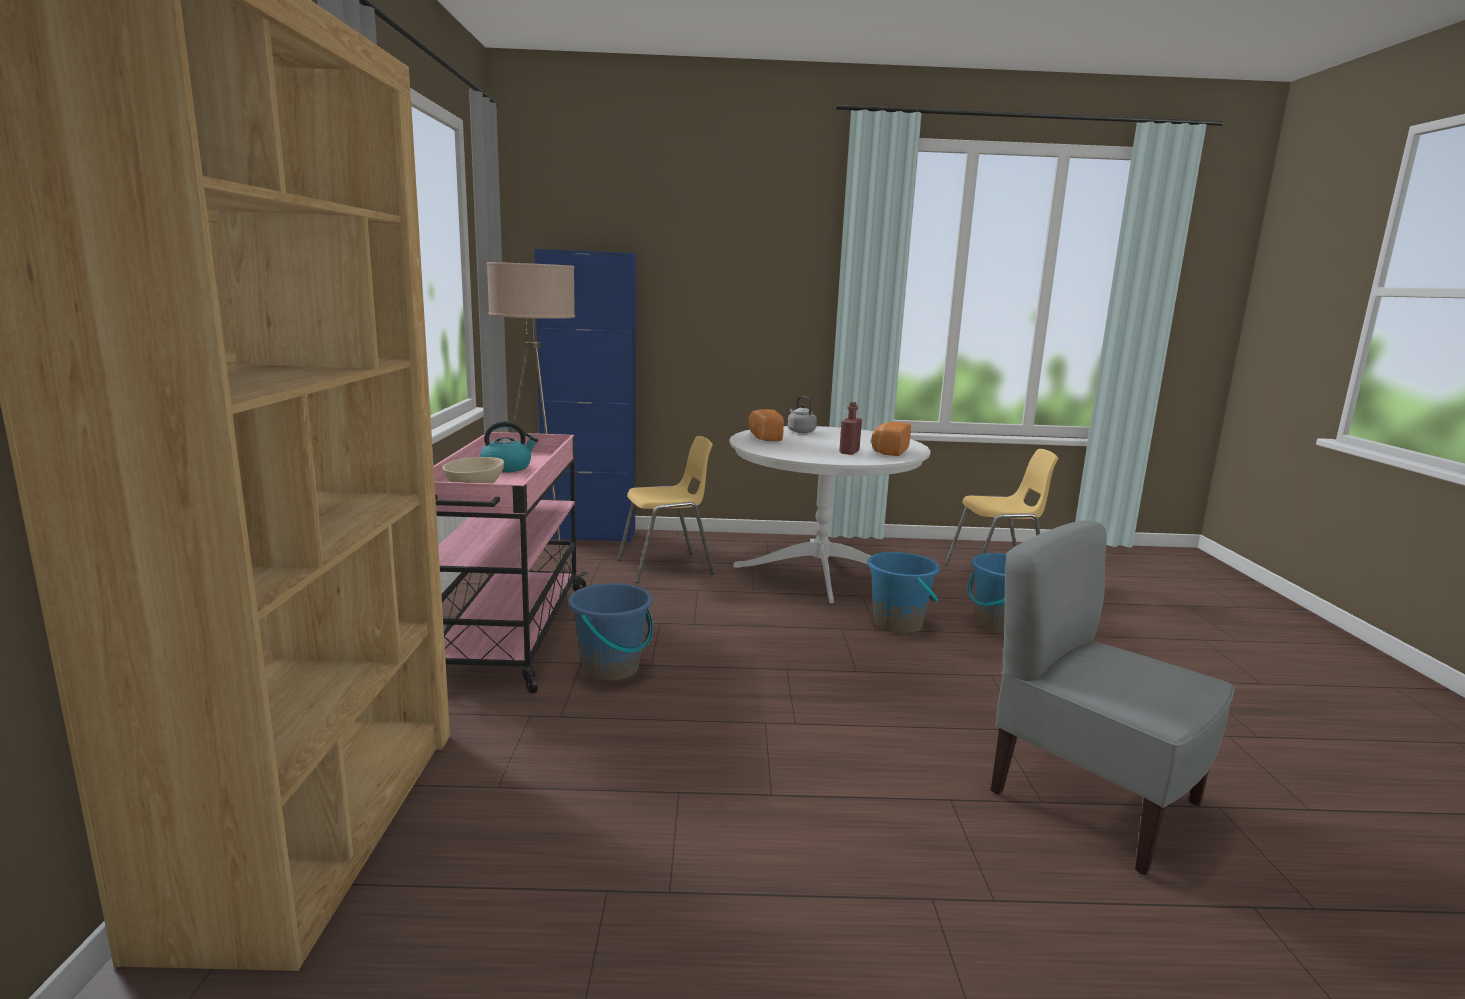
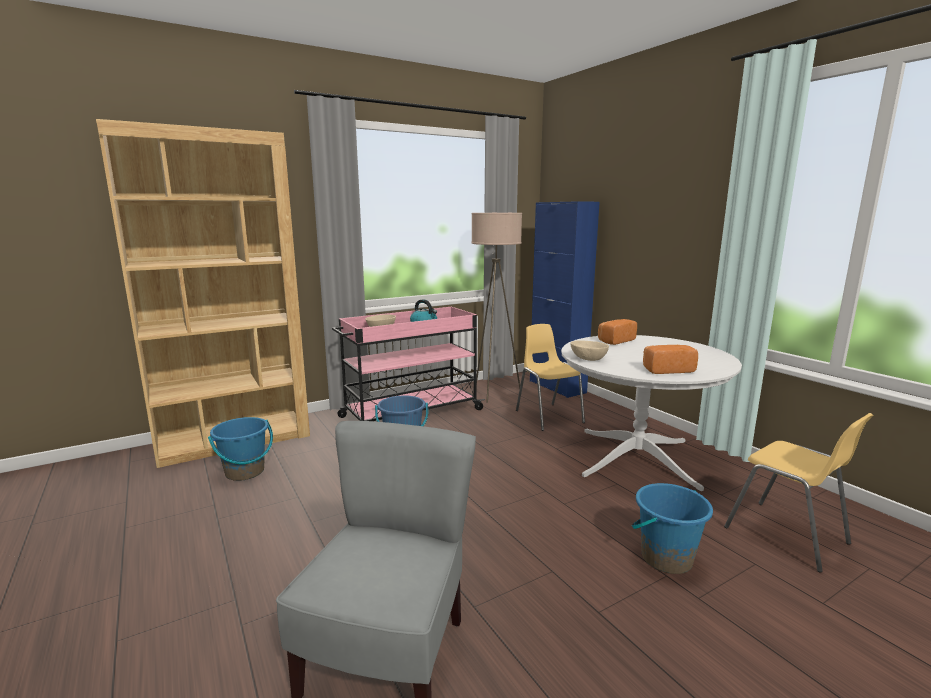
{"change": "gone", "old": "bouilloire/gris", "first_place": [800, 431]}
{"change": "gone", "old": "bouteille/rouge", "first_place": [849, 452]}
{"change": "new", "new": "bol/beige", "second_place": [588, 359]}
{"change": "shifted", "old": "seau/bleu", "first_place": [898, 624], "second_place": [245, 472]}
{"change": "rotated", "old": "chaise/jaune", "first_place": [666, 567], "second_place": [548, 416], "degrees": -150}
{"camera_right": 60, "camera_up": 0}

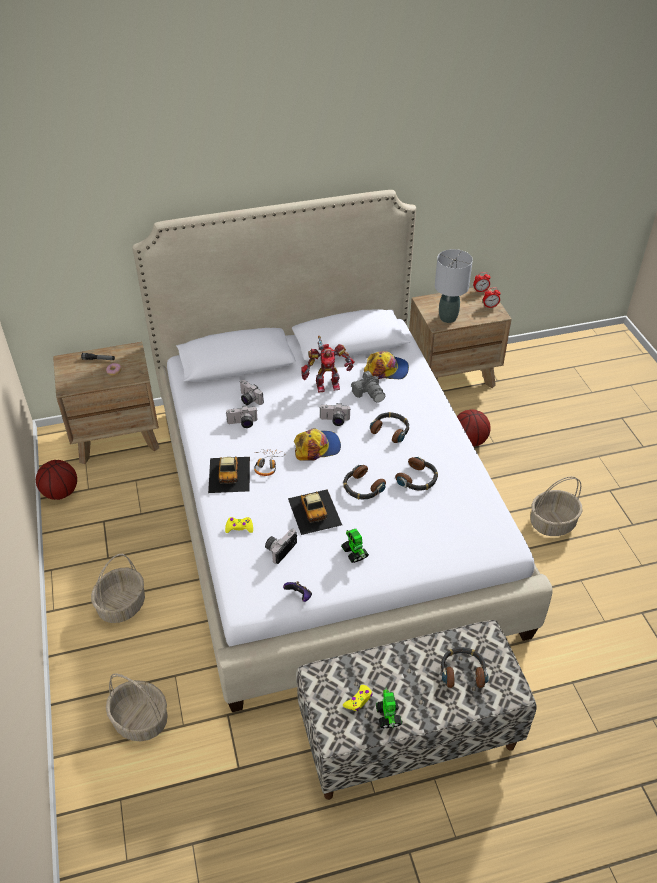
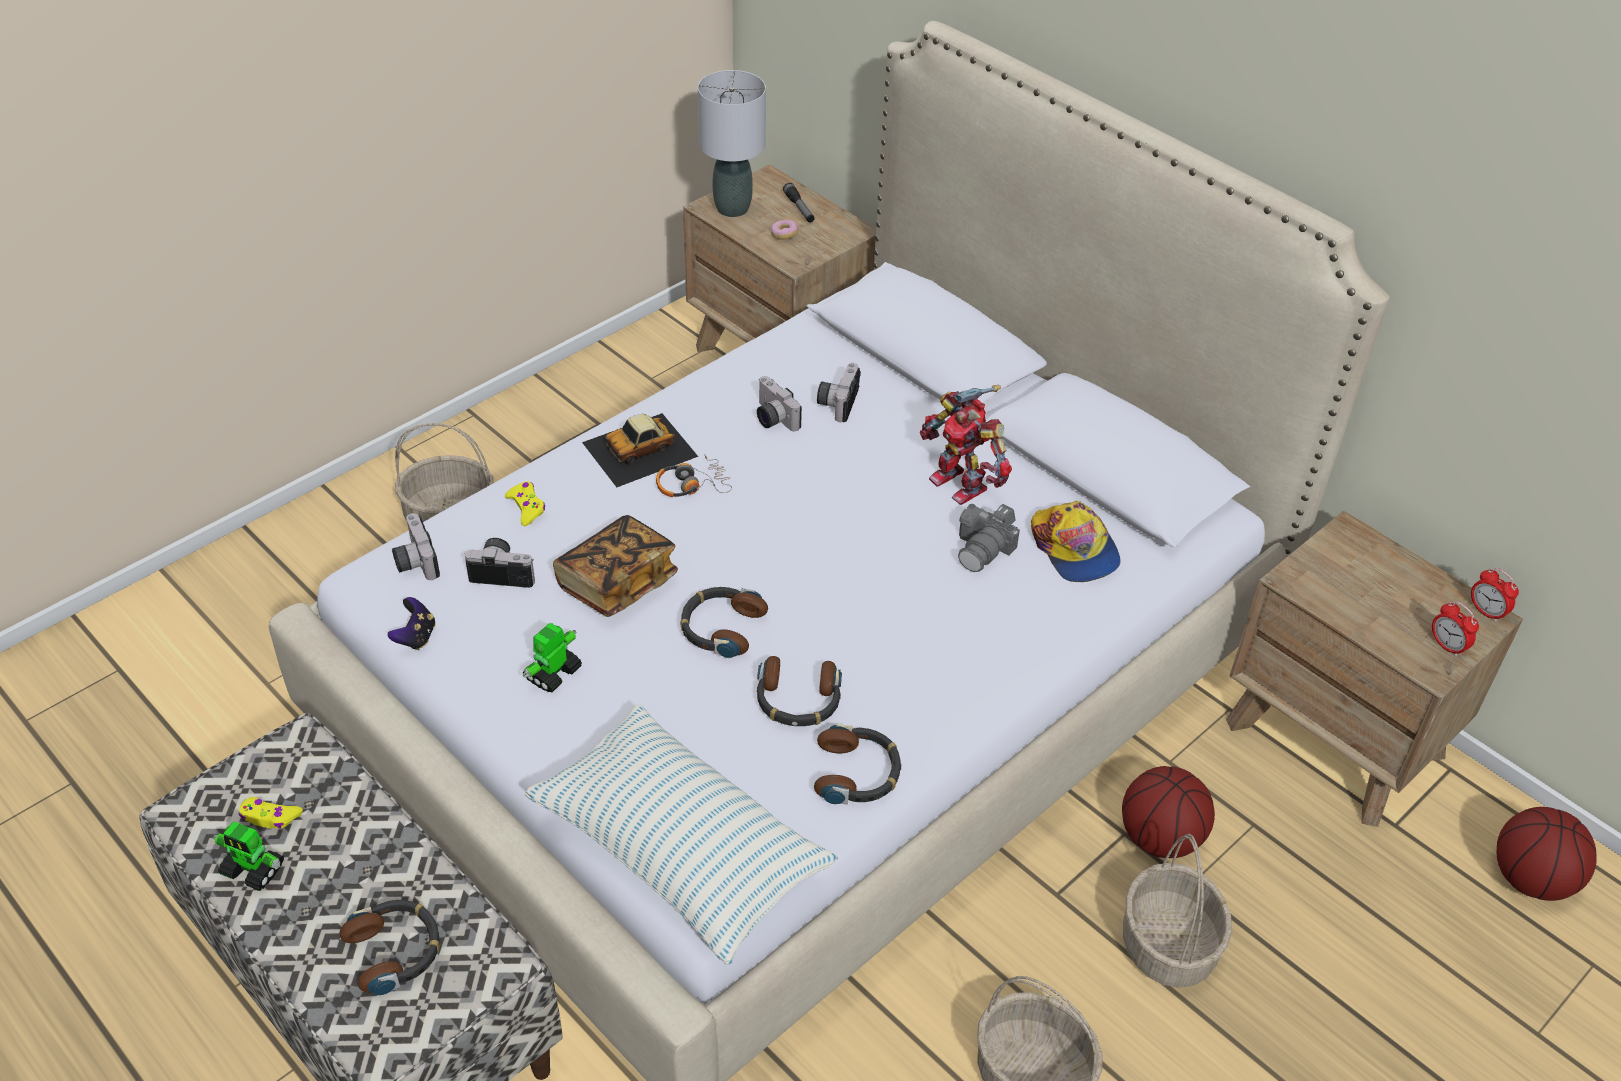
{"change": "gone", "old": "casquette", "first_place": [317, 447]}
{"change": "new", "new": "coussin", "second_place": [680, 851]}
{"change": "shifted", "old": "ballon de basket", "first_place": [61, 492], "second_place": [1531, 880]}
{"change": "shifted", "old": "panier", "first_place": [140, 720], "second_place": [1167, 944]}
{"change": "shifted", "old": "appareil photo", "first_place": [334, 421], "second_place": [414, 560]}
{"change": "shifted", "old": "casque audio", "first_place": [390, 430], "second_place": [857, 773]}
{"change": "shifted", "old": "lampe de table/gris", "first_place": [447, 318], "second_place": [733, 208]}
{"change": "swapped", "old": "petite voiture", "new": "livre", "first_place": [314, 511], "second_place": [617, 583]}
{"change": "rotated", "old": "robot jouet", "first_place": [388, 715], "second_place": [253, 870], "degrees": 60}
{"camera_right": 60, "camera_up": 0}

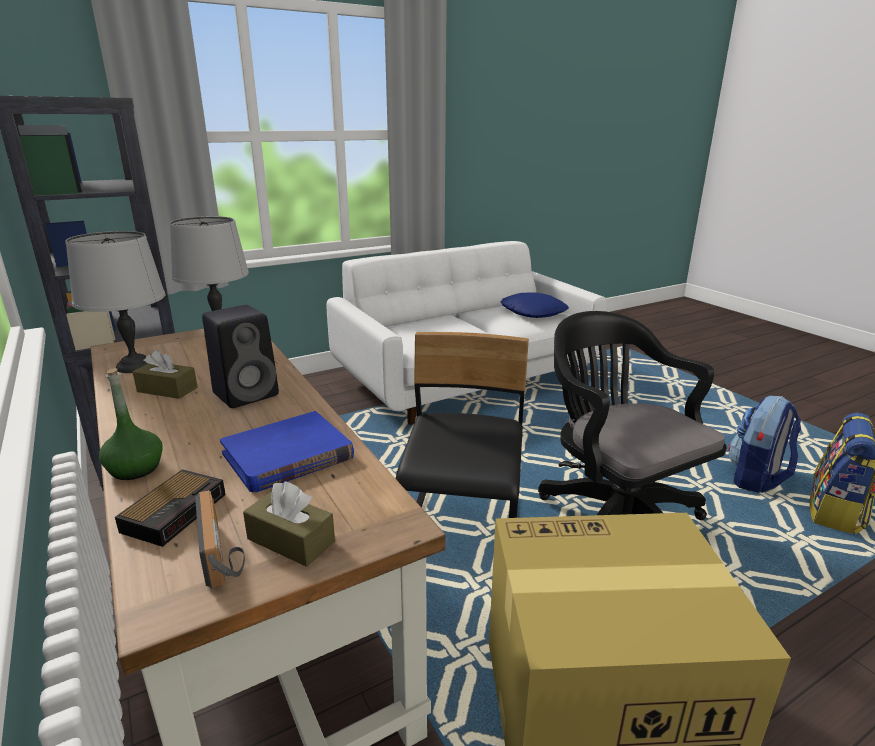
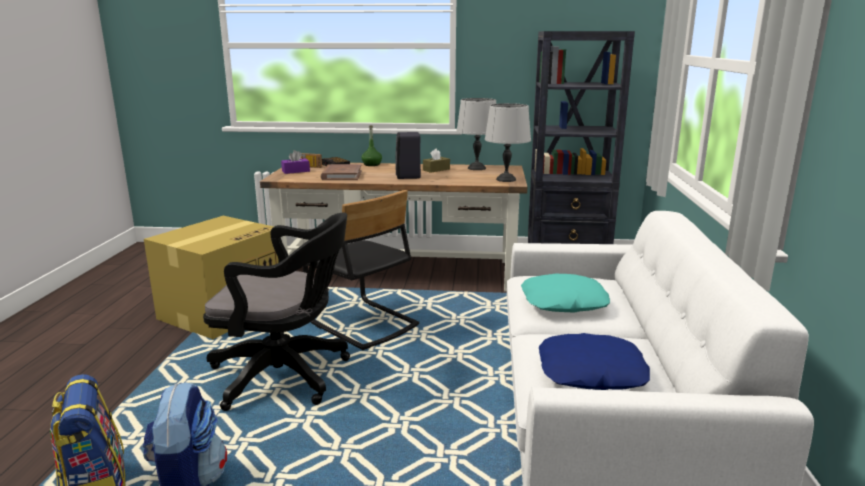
{"change": "new", "new": "coussin/turquoise", "second_place": [564, 302]}
{"change": "repainted", "old": "livre/bleu", "new": "livre/marron", "first_place": [288, 456], "second_place": [341, 175]}
{"change": "repainted", "old": "boîte à mouchoirs/marron", "new": "boîte à mouchoirs/violet", "first_place": [291, 540], "second_place": [296, 171]}
{"camera_right": 125, "camera_up": -5}

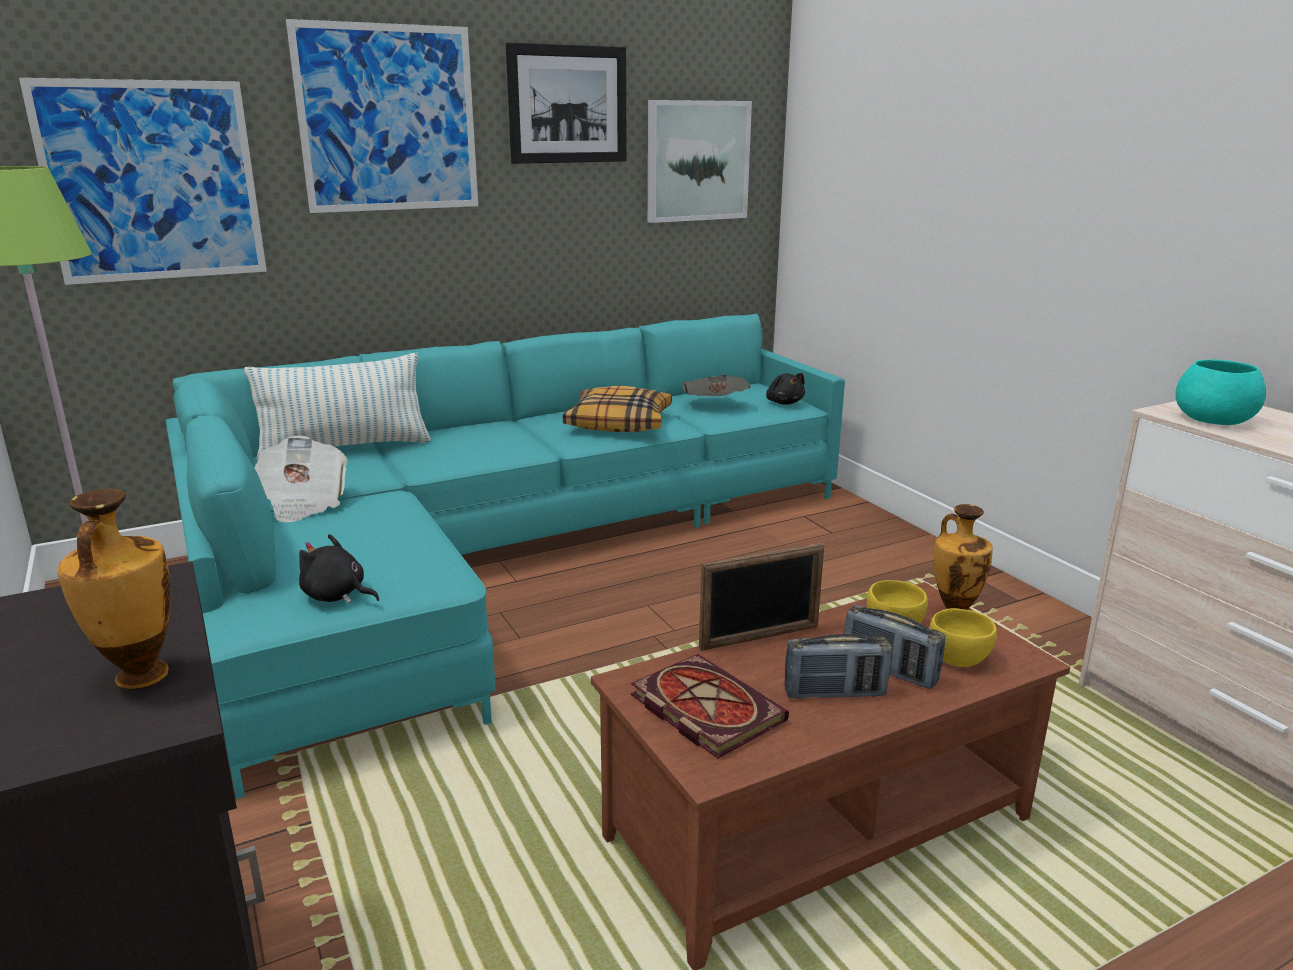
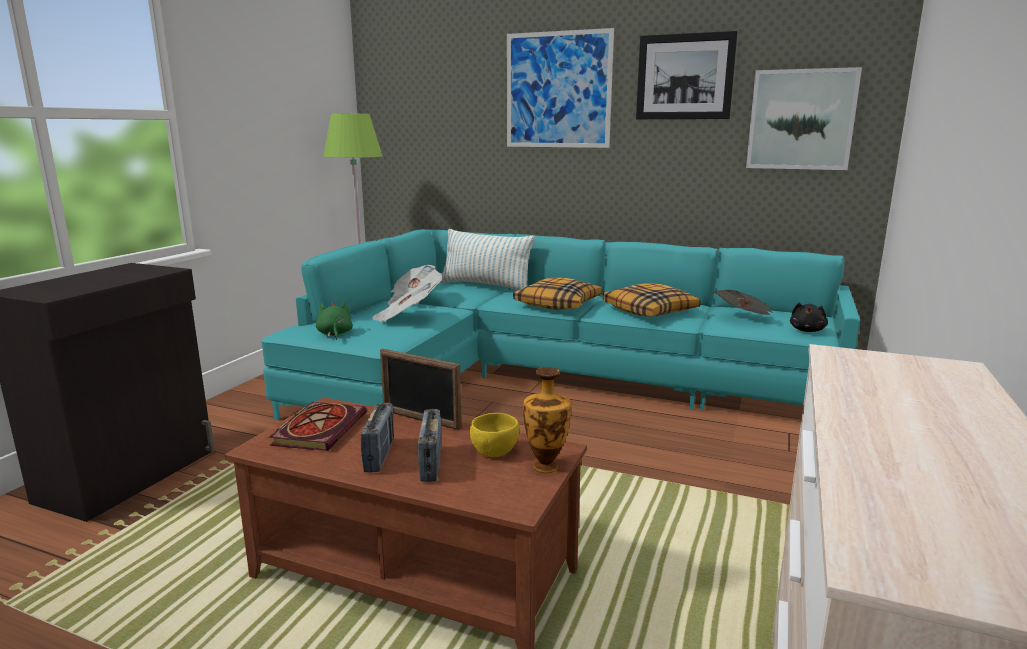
{"change": "gone", "old": "tableau", "first_place": [152, 182]}
{"change": "gone", "old": "vase", "first_place": [139, 677]}
{"change": "gone", "old": "bol/jaune", "first_place": [957, 658]}
{"change": "gone", "old": "bol/turquoise", "first_place": [1215, 420]}
{"change": "new", "new": "journal", "second_place": [402, 318]}
{"change": "new", "new": "coussin", "second_place": [558, 304]}
{"change": "repainted", "old": "peluche/noir", "new": "peluche/vert", "first_place": [337, 596], "second_place": [334, 334]}
{"change": "rotated", "old": "radio", "first_place": [834, 693], "second_place": [379, 456], "degrees": -135}
{"camera_right": 50, "camera_up": -5}

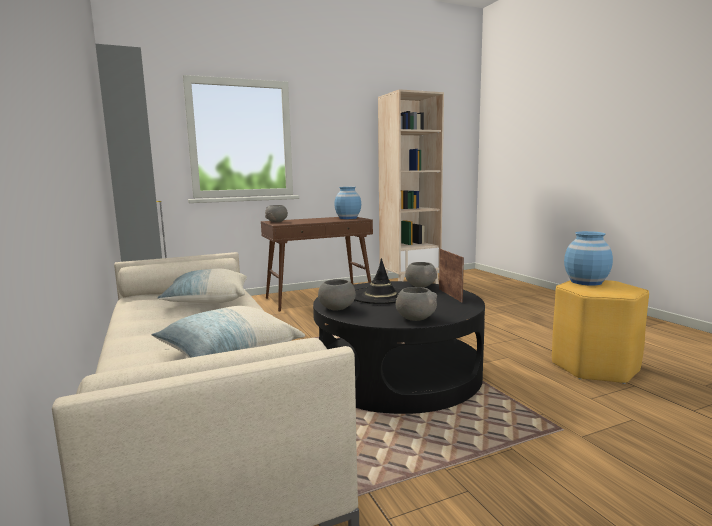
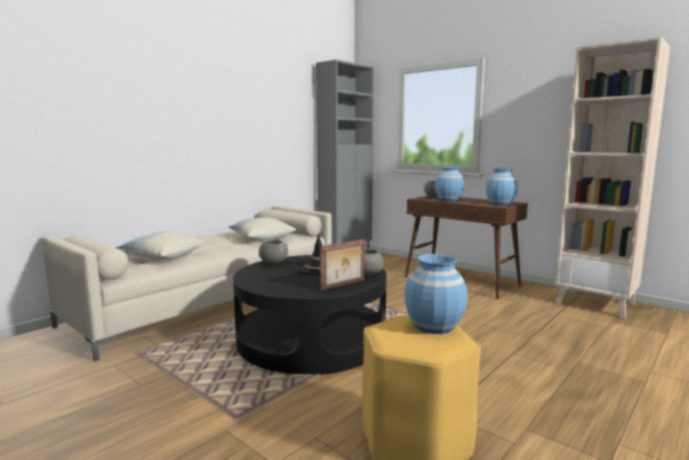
{"change": "gone", "old": "bol/gris", "first_place": [415, 318]}
{"change": "new", "new": "vase/bleu", "second_place": [449, 200]}
{"camera_right": 65, "camera_up": 0}

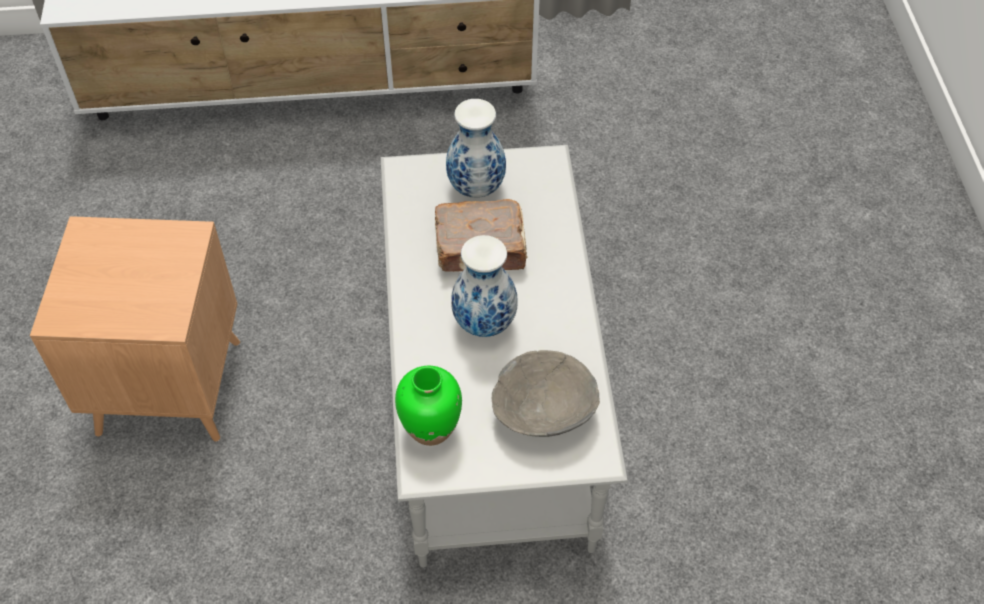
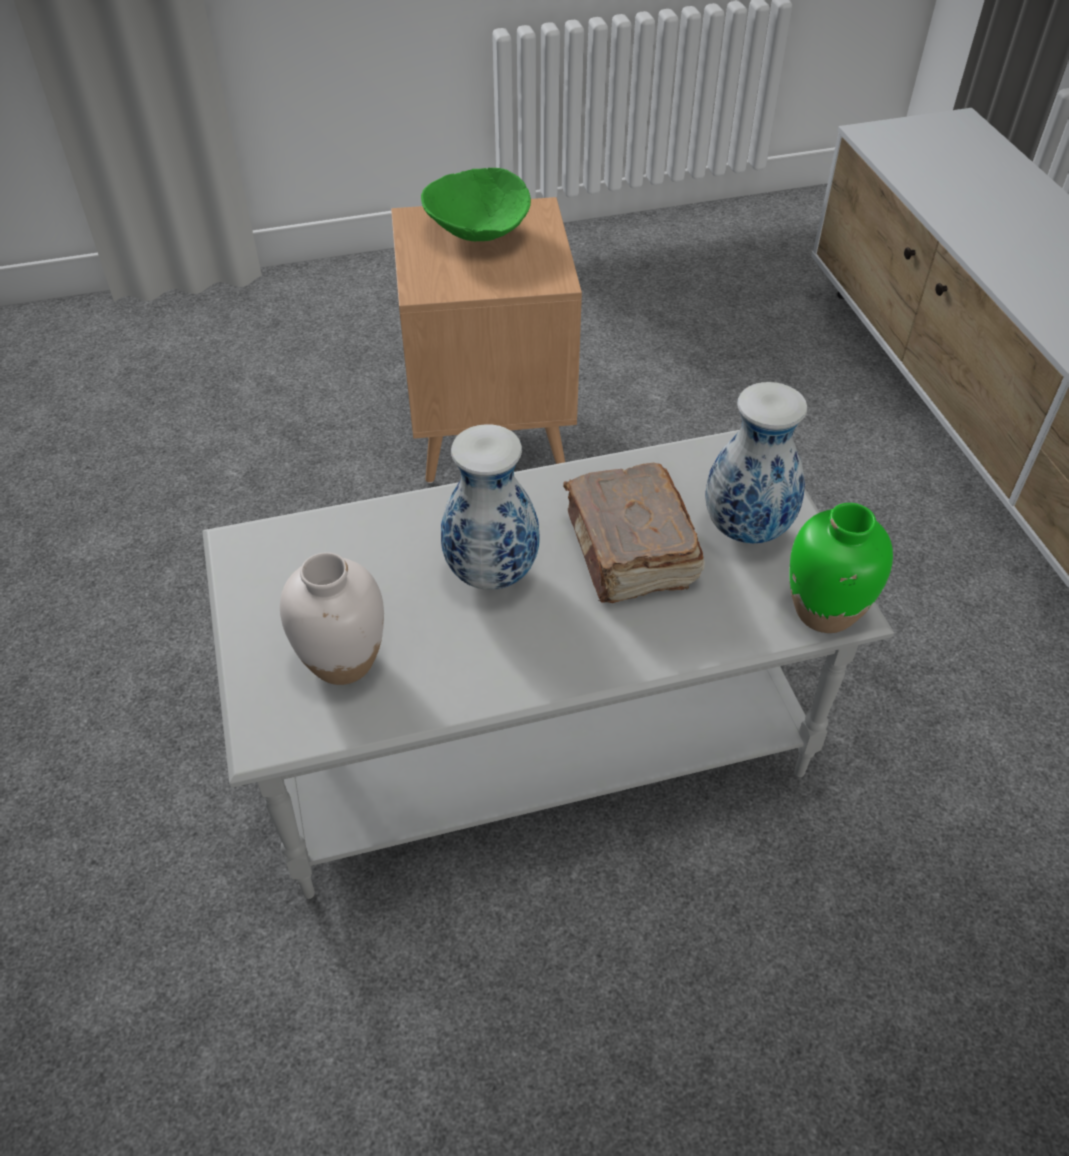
{"change": "new", "new": "bol/vert", "second_place": [478, 231]}
{"change": "shifted", "old": "vase/vert", "first_place": [431, 428], "second_place": [825, 611]}
{"change": "swapped", "old": "bol/gris", "new": "vase/blanc", "first_place": [543, 412], "second_place": [342, 661]}
{"camera_right": 80, "camera_up": -5}

